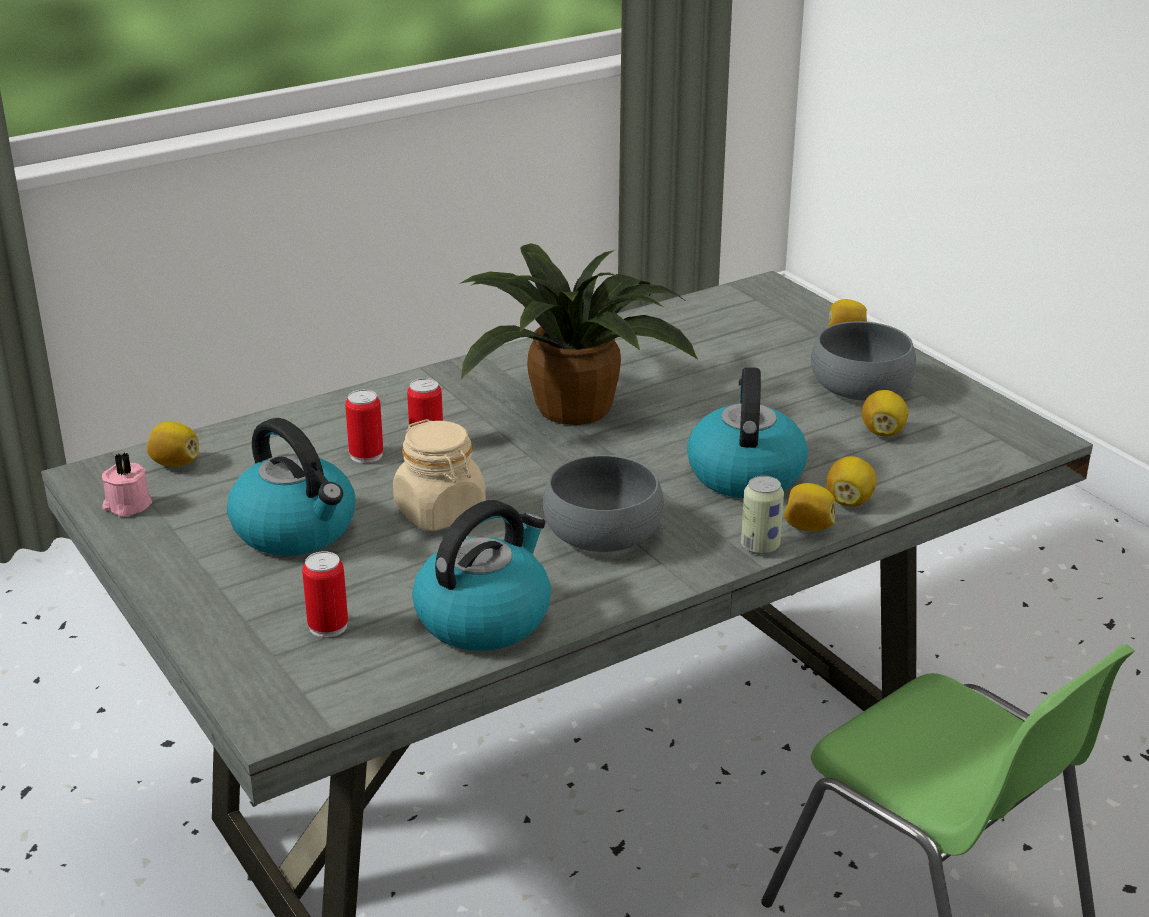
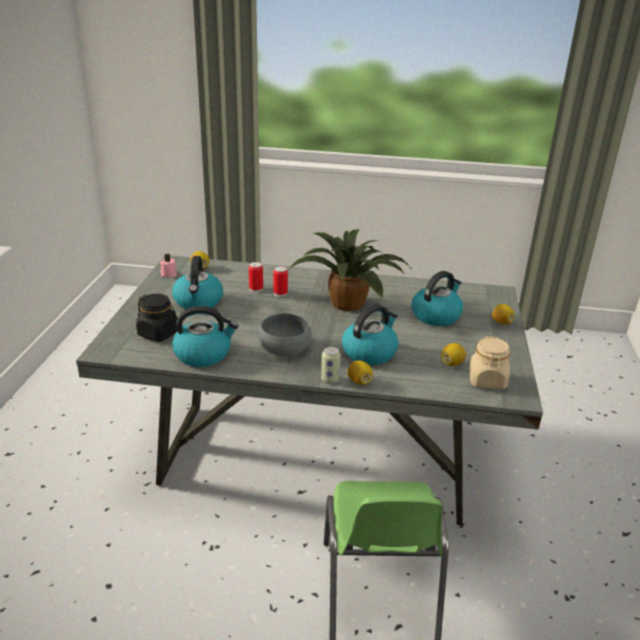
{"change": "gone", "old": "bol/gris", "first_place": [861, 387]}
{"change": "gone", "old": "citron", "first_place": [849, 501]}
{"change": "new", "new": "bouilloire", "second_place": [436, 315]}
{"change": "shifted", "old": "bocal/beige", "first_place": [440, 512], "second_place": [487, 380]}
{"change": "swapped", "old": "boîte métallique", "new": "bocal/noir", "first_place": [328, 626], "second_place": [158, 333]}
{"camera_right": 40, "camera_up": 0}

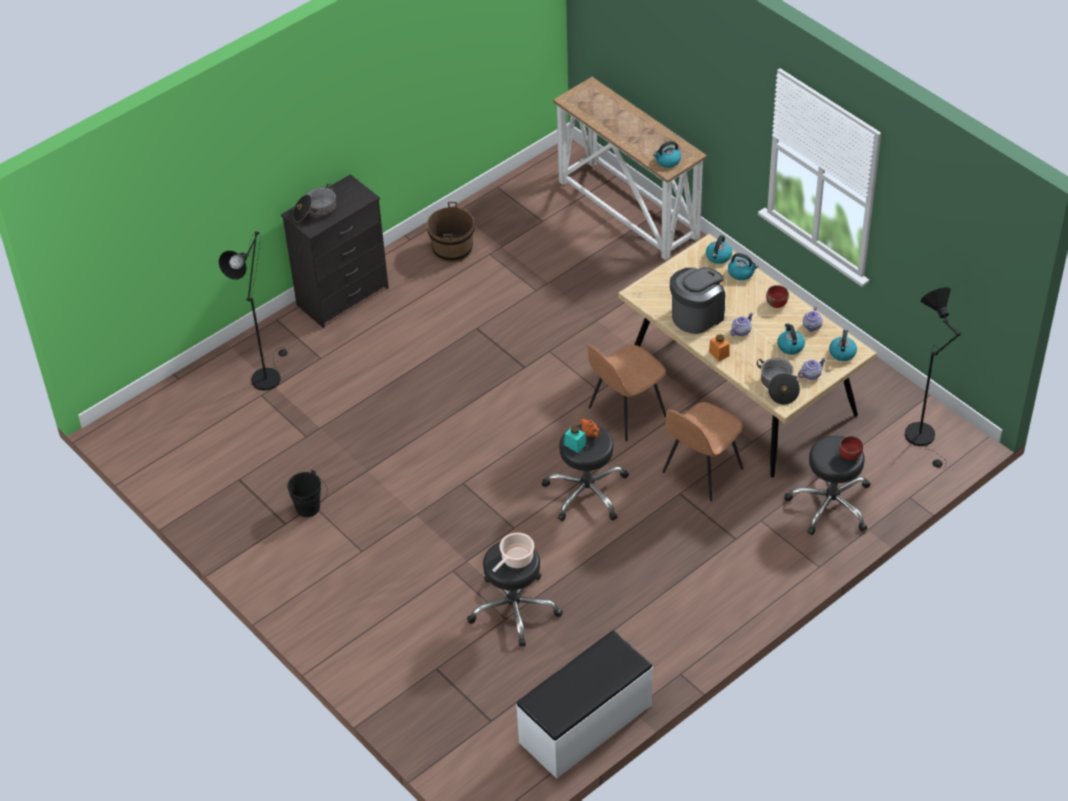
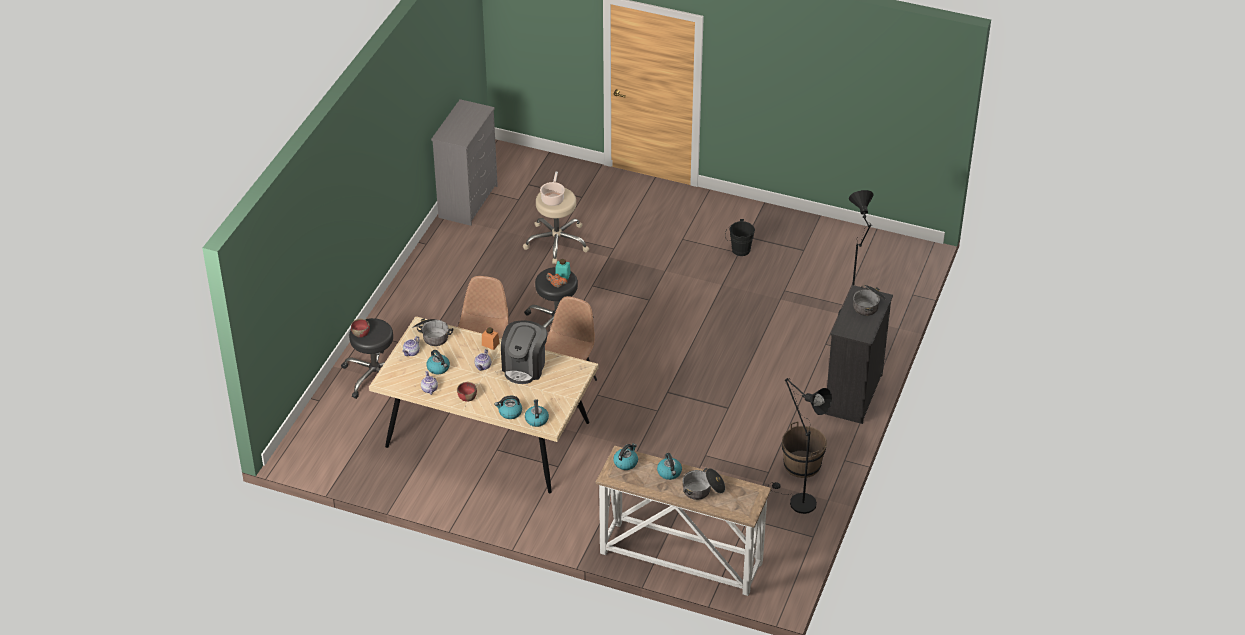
{"change": "new", "new": "marmite", "second_place": [703, 490]}
{"change": "shifted", "old": "bouilloire", "first_place": [842, 352], "second_place": [669, 473]}
{"change": "shifted", "old": "lampadaire/noir", "first_place": [923, 438], "second_place": [798, 501]}
{"change": "swapped", "old": "banc/blanc", "new": "commode/gris", "first_place": [586, 724], "second_place": [469, 201]}
{"change": "repainted", "old": "tabouret/noir", "new": "tabouret/beige", "first_place": [514, 608], "second_place": [556, 242]}
{"camera_right": 150, "camera_up": -5}

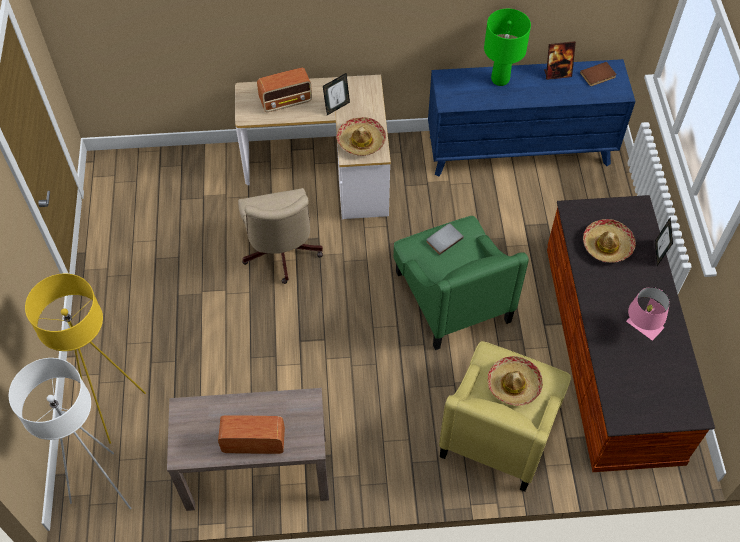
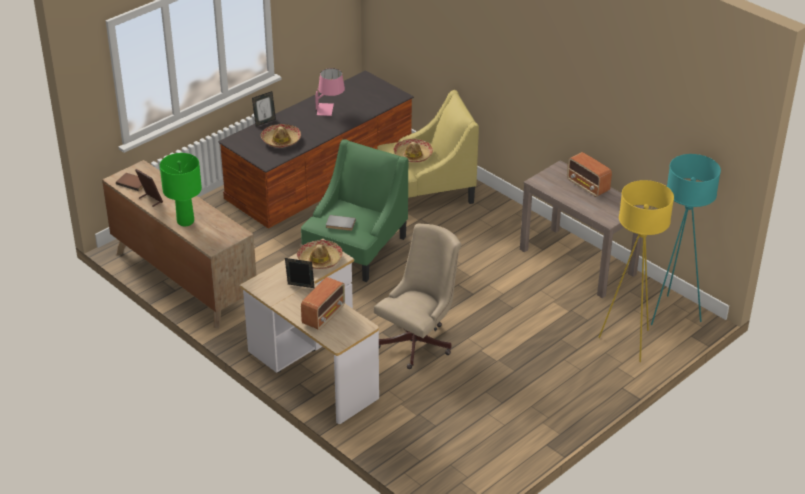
{"change": "repainted", "old": "lampadaire/blanc", "new": "lampadaire/turquoise", "first_place": [105, 486], "second_place": [672, 314]}
{"change": "repainted", "old": "commode/bleu", "new": "commode/marron", "first_place": [519, 150], "second_place": [183, 278]}
{"change": "rotated", "old": "radio", "first_place": [286, 101], "second_place": [324, 315], "degrees": 90}
{"camera_right": -130, "camera_up": -20}

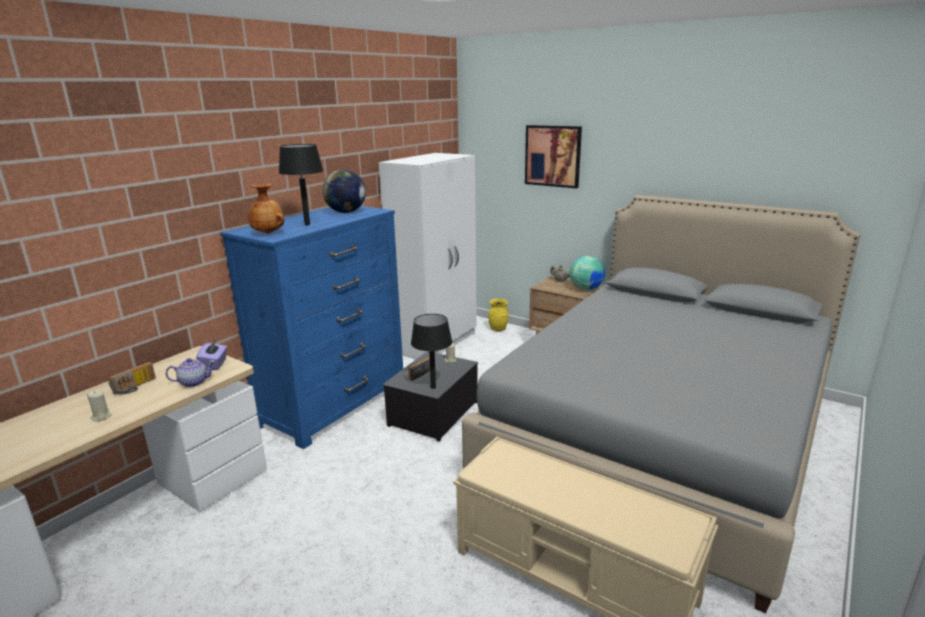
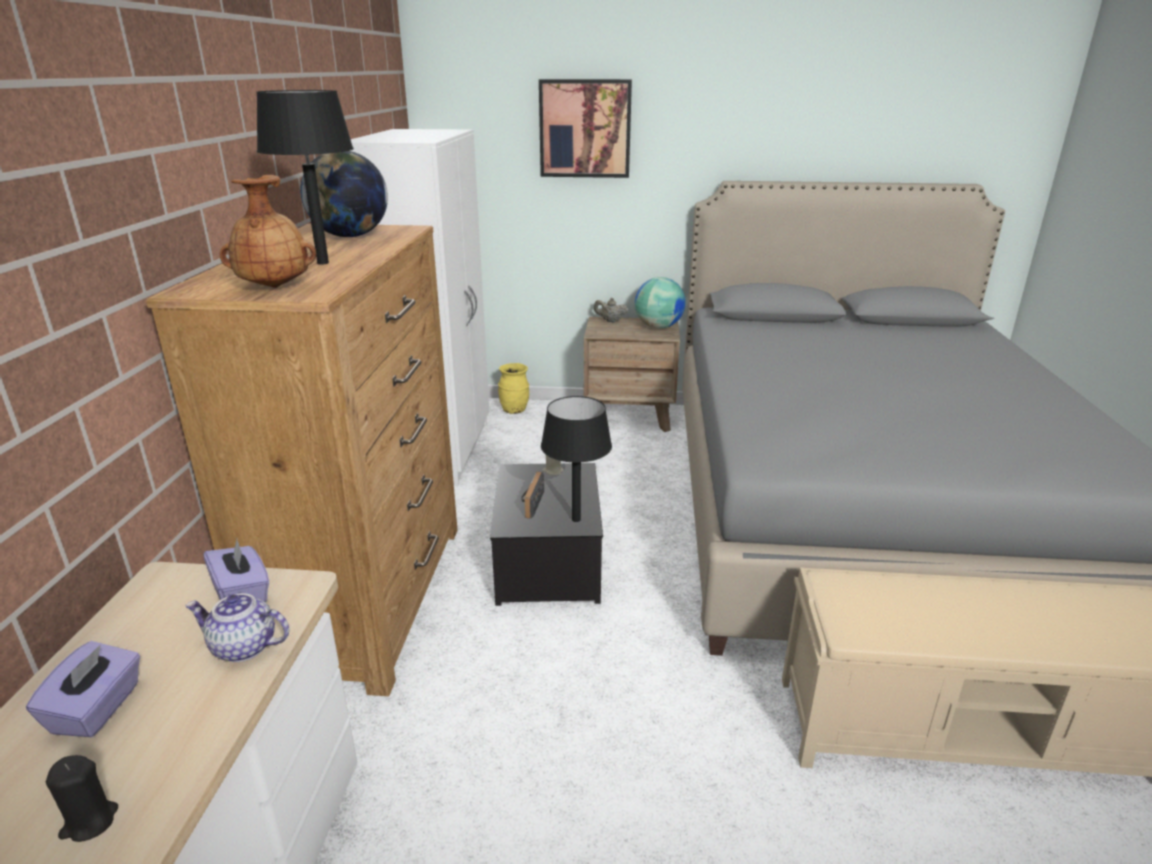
{"change": "swapped", "old": "radio", "new": "boîte à mouchoirs/violet", "first_place": [135, 387], "second_place": [98, 709]}
{"change": "repainted", "old": "bougie/beige", "new": "bougie/noir", "first_place": [101, 417], "second_place": [89, 821]}
{"change": "repainted", "old": "commode/bleu", "new": "commode/marron", "first_place": [335, 404], "second_place": [369, 597]}
{"change": "rotated", "old": "théière", "first_place": [194, 382], "second_place": [243, 647], "degrees": -120}
{"camera_right": -30, "camera_up": 5}

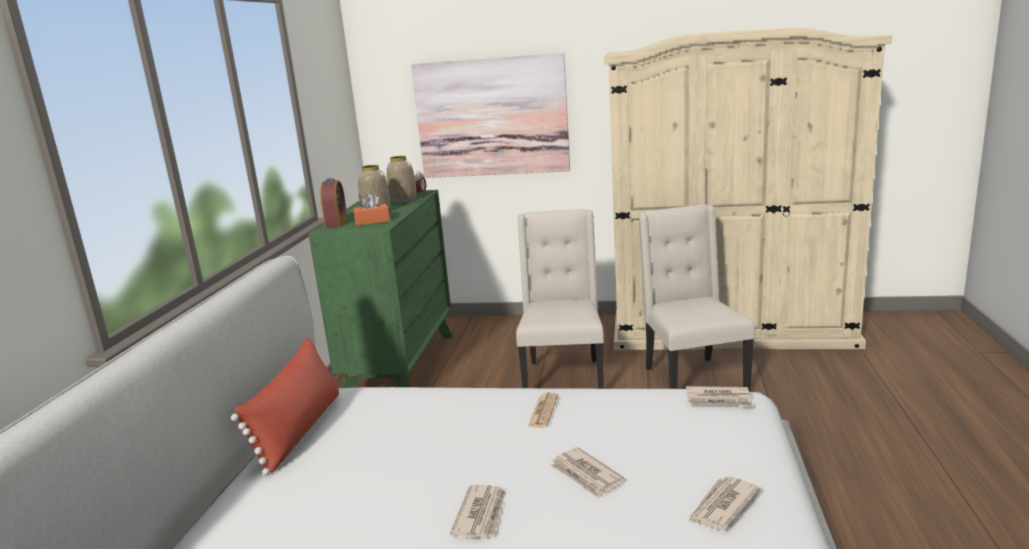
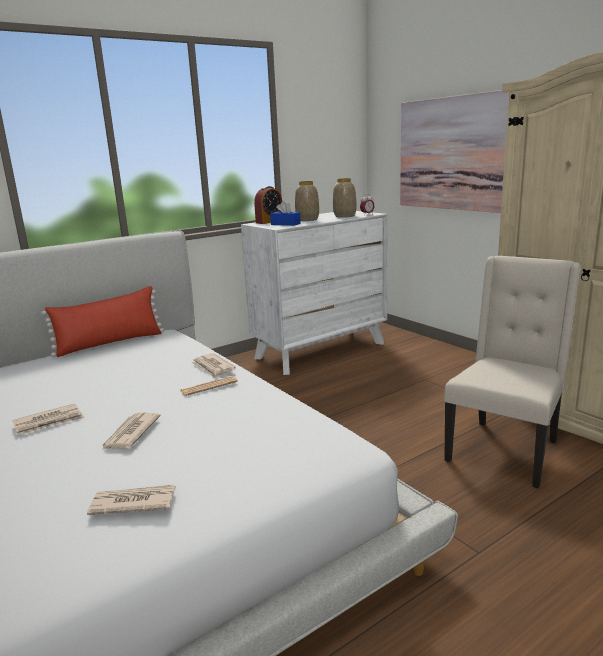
{"change": "gone", "old": "chaise/beige", "first_place": [563, 378]}
{"change": "shifted", "old": "journal", "first_place": [719, 399], "second_place": [213, 367]}
{"change": "repainted", "old": "commode/vert", "new": "commode/blanc", "first_place": [400, 366], "second_place": [320, 350]}
{"change": "repainted", "old": "boîte à mouchoirs/orange", "new": "boîte à mouchoirs/bleu", "first_place": [372, 221], "second_place": [285, 224]}
{"camera_right": 45, "camera_up": 0}

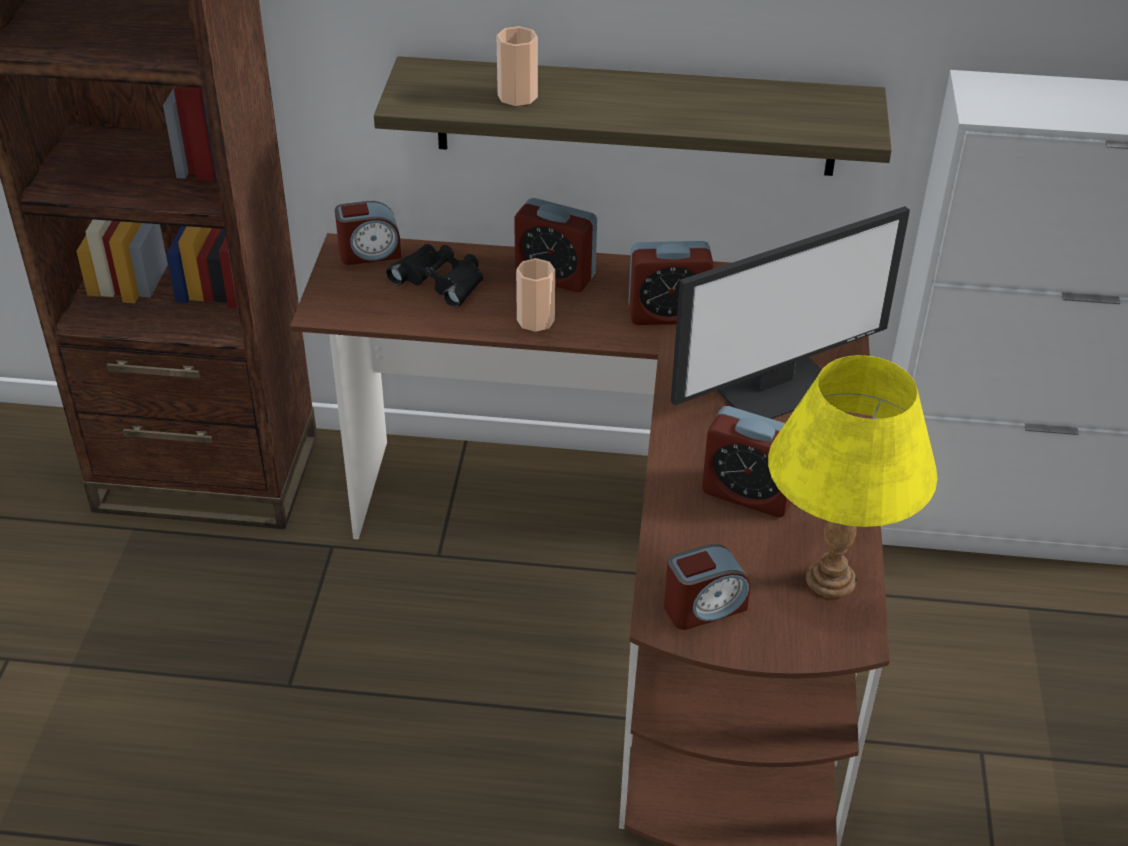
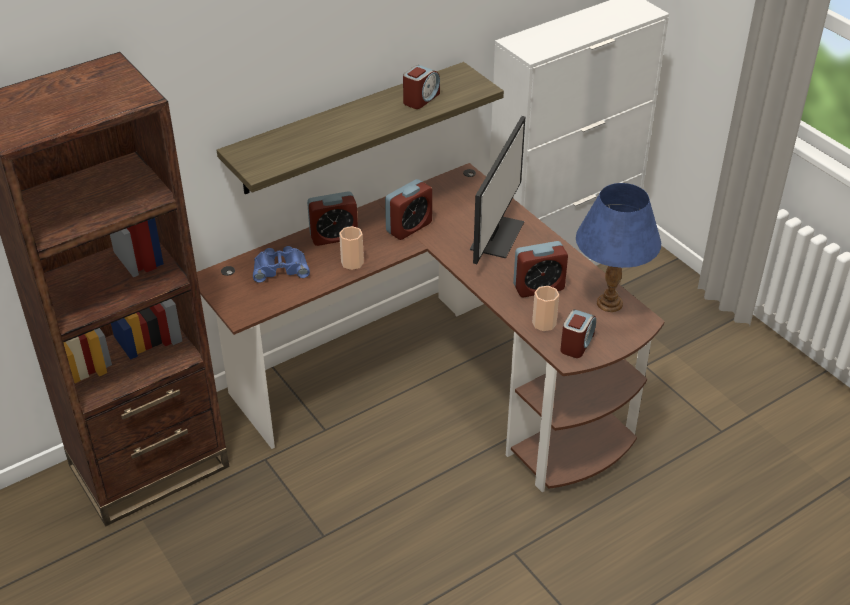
{"change": "shifted", "old": "réveil", "first_place": [369, 253], "second_place": [421, 99]}
{"change": "shifted", "old": "tasse", "first_place": [517, 96], "second_place": [544, 323]}
{"change": "repainted", "old": "jumelles/noir", "new": "jumelles/bleu", "first_place": [440, 280], "second_place": [280, 268]}
{"change": "repainted", "old": "lampe de table/jaune", "new": "lampe de table/bleu", "first_place": [831, 579], "second_place": [609, 303]}
{"camera_right": -40, "camera_up": 0}

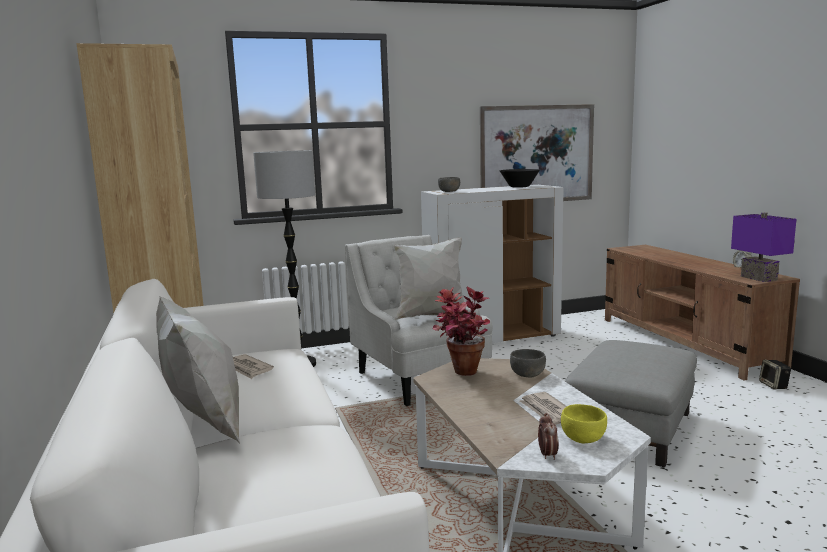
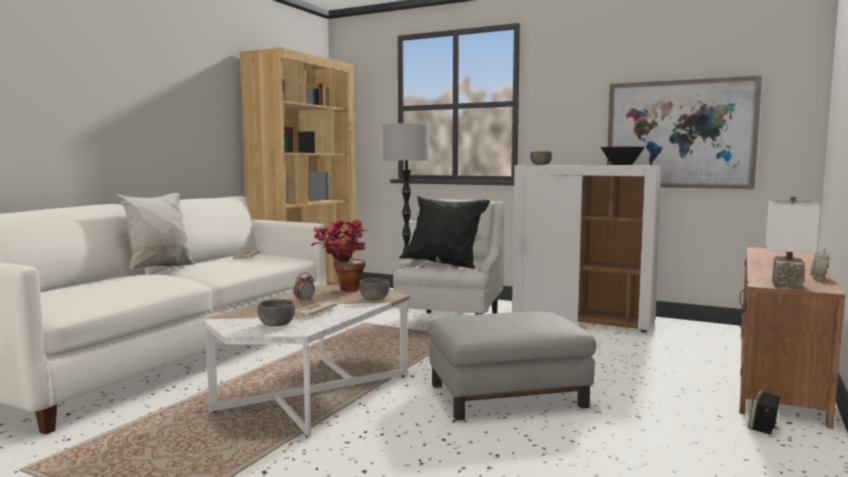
{"change": "shifted", "old": "réveil", "first_place": [547, 455], "second_place": [304, 301]}
{"change": "repainted", "old": "coussin/blanc", "new": "coussin/noir", "first_place": [431, 316], "second_place": [444, 265]}
{"change": "repainted", "old": "bol/jaune", "new": "bol/gris", "first_place": [583, 438], "second_place": [277, 324]}
{"change": "repainted", "old": "lampe de table/violet", "new": "lampe de table/blanc", "first_place": [760, 278], "second_place": [789, 285]}
{"camera_right": 45, "camera_up": -5}

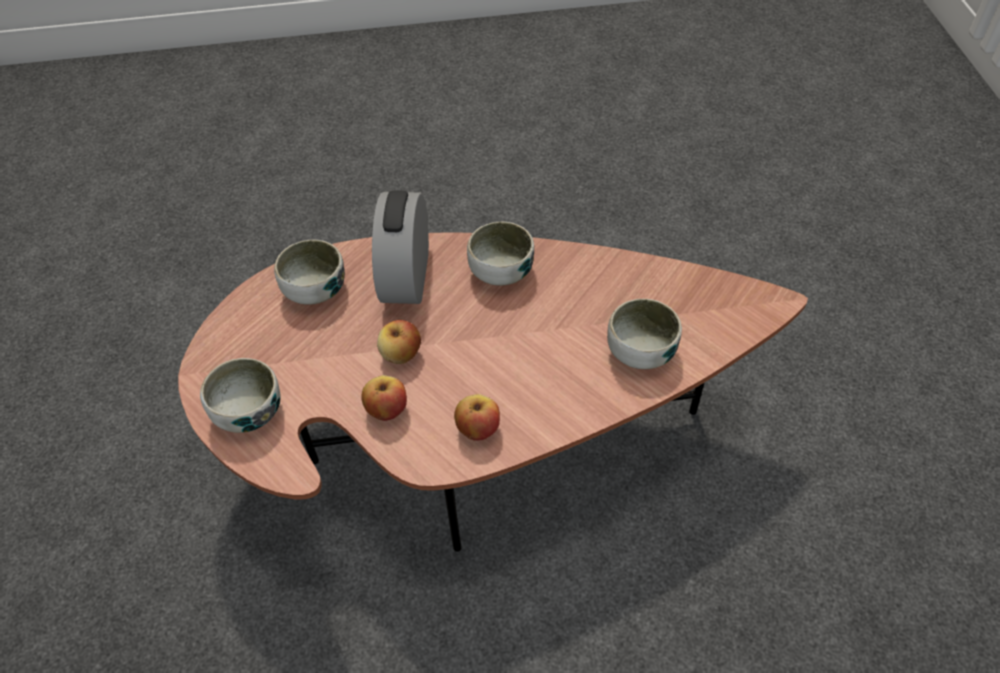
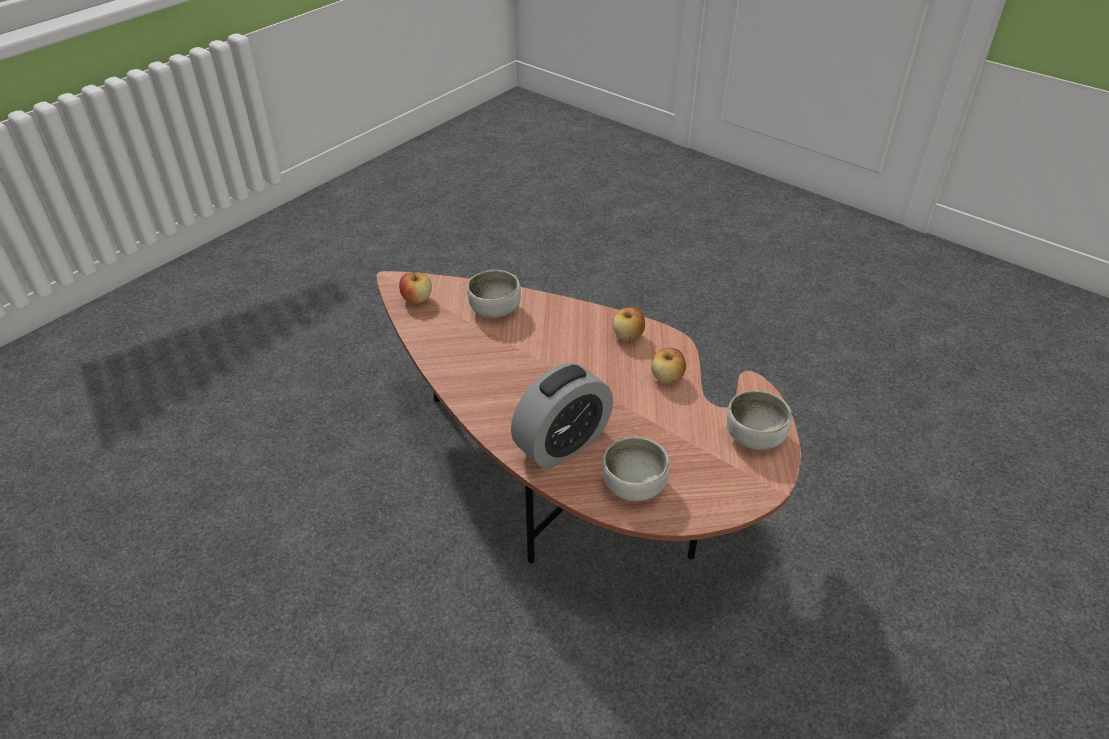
{"change": "gone", "old": "bol", "first_place": [501, 270]}
{"change": "shifted", "old": "pomme", "first_place": [401, 354], "second_place": [417, 299]}
{"camera_right": -135, "camera_up": -10}

